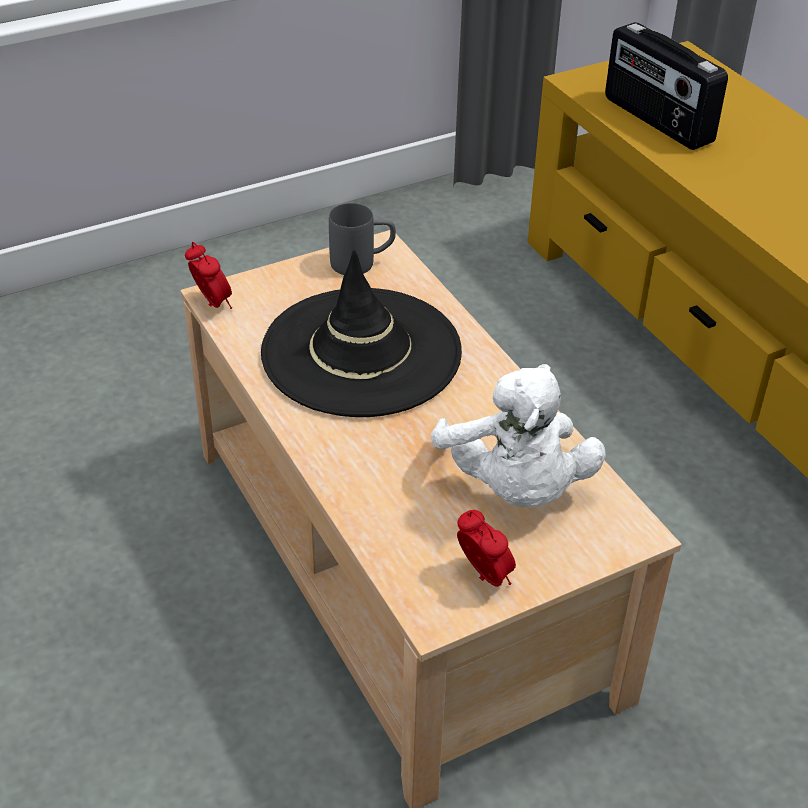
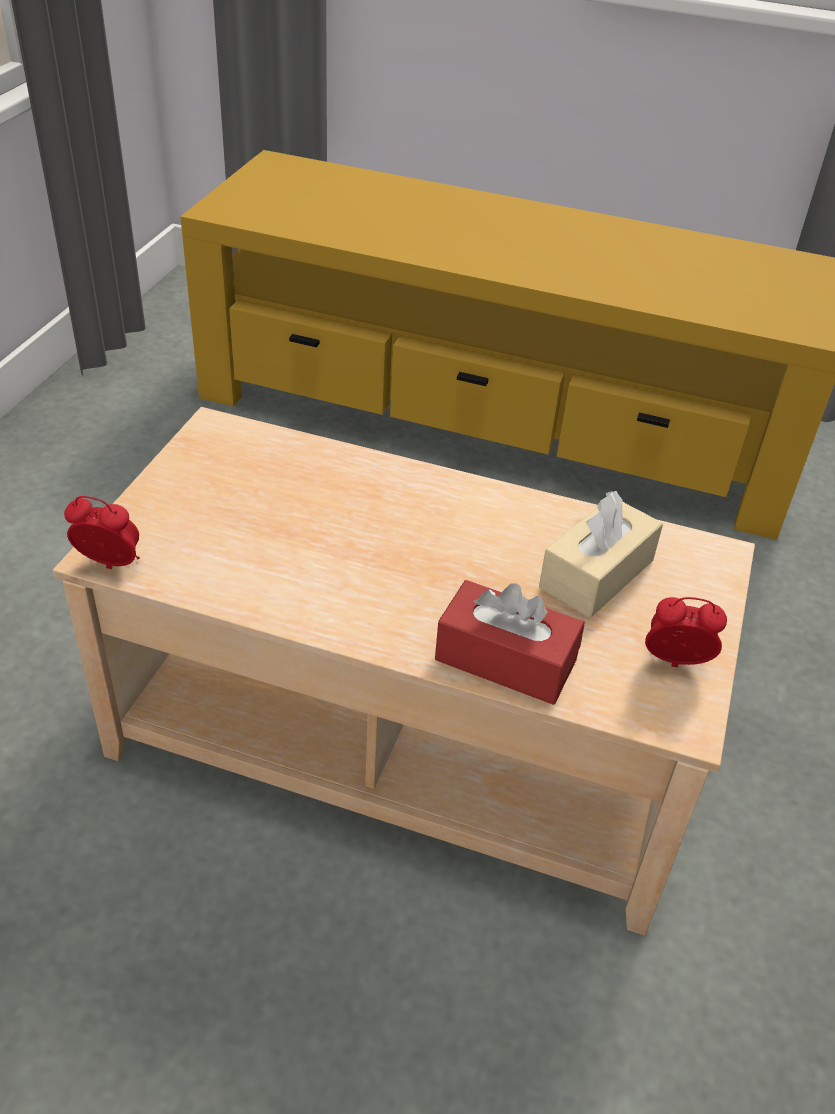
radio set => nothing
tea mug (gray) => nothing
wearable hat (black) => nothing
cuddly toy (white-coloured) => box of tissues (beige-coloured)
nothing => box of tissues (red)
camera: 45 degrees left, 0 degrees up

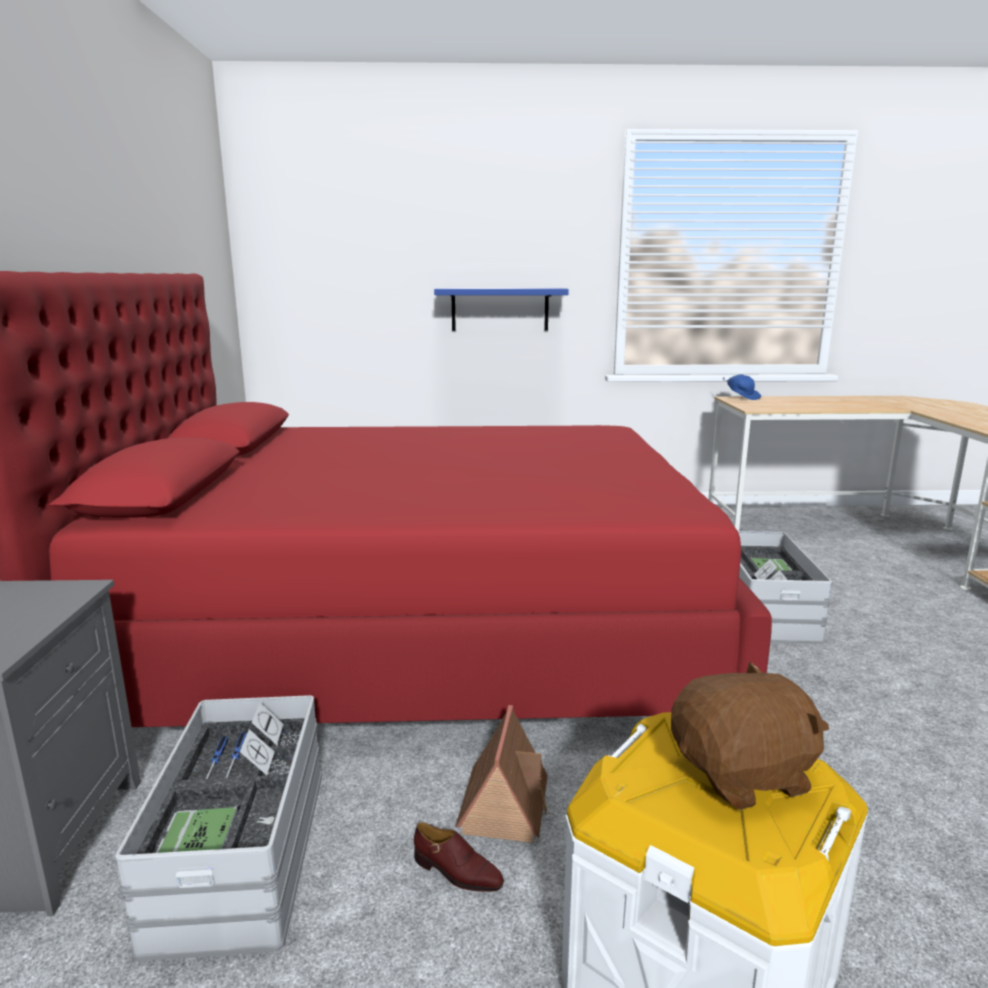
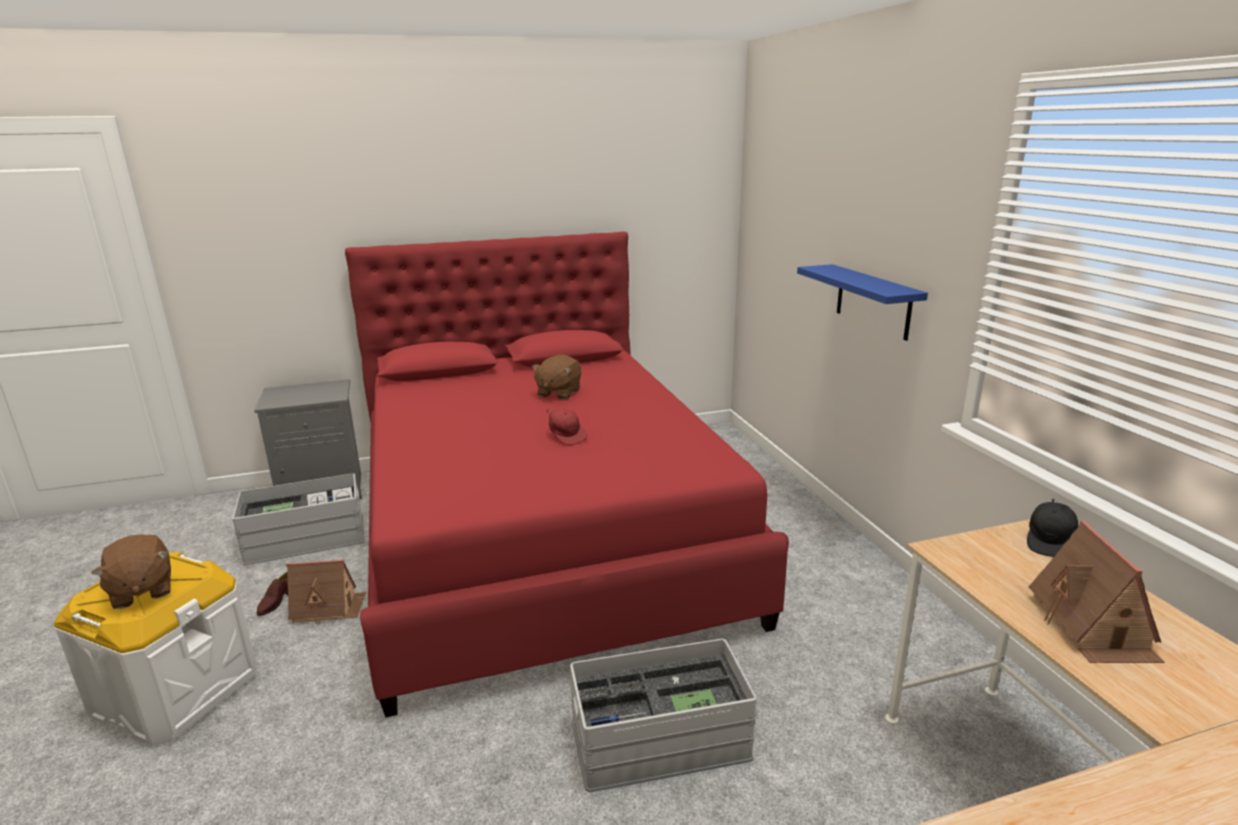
cap (blue-coloured) => cap (black)
nothing => cuddly toy (brown-coloured) (2nd from left)
nothing => cap (red)
nothing => toy house (2nd from left)
camera: 75 degrees right, 5 degrees up

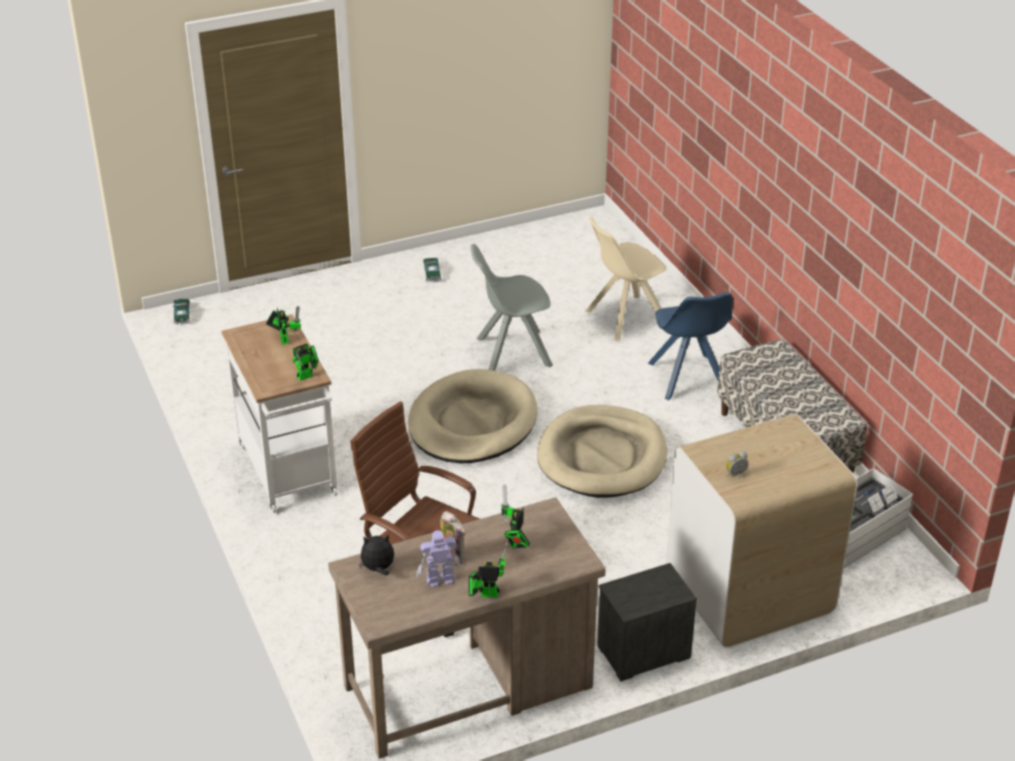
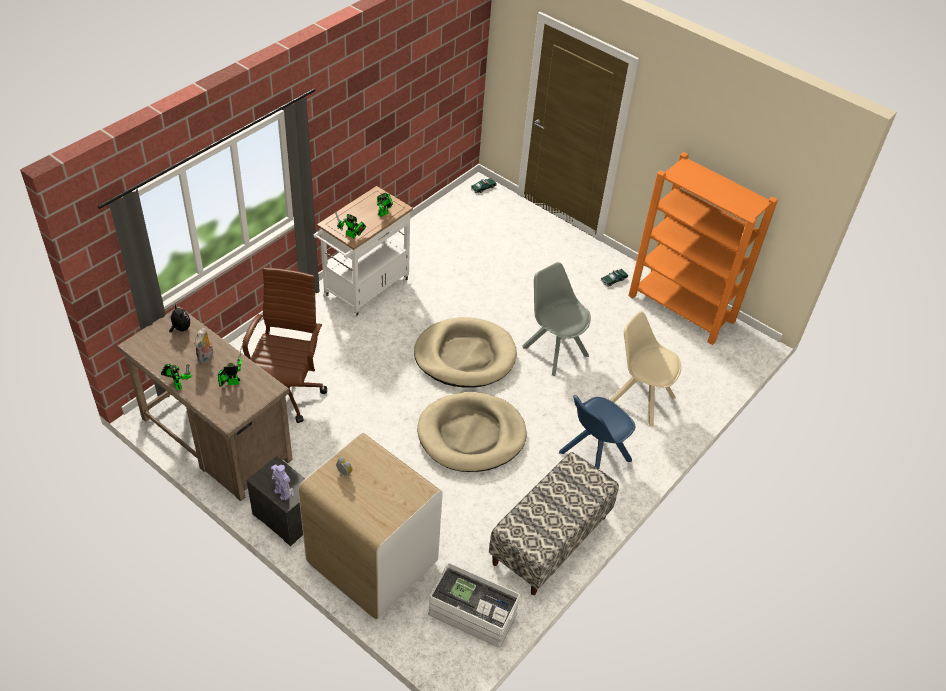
toy robot (3rd from left), move
nothing => bookshelf (orange-coloured)
camera: 60 degrees right, 10 degrees up

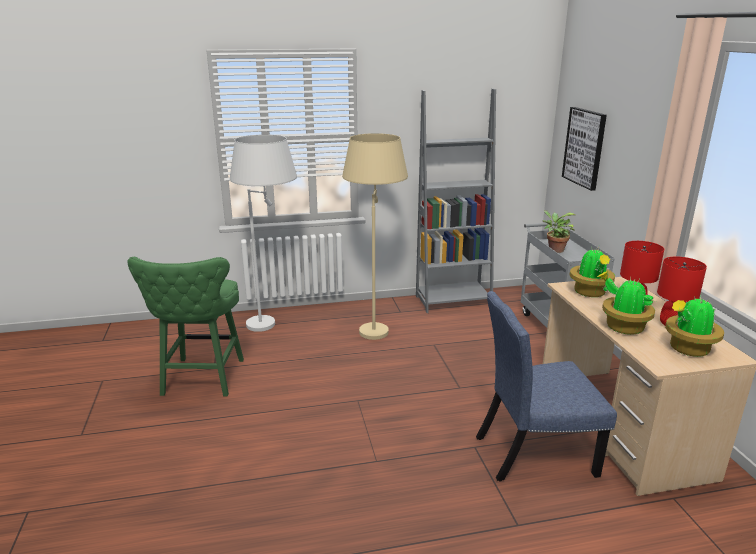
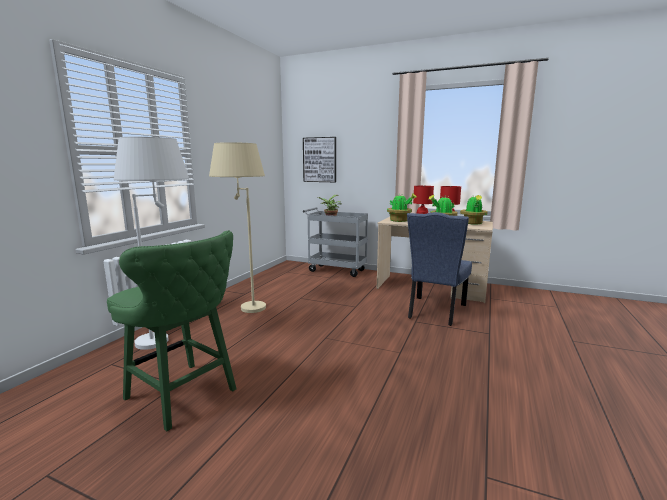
bookshelf (gray) => nothing
camera: 55 degrees left, 10 degrees down

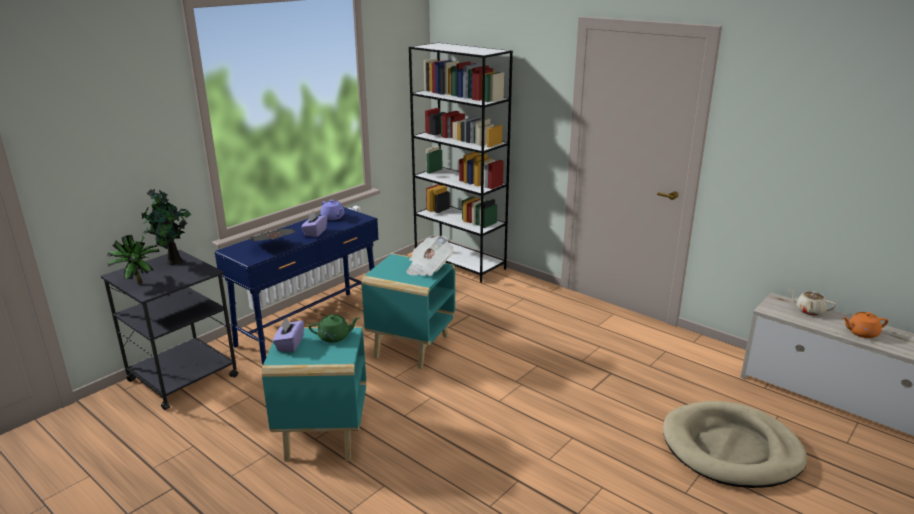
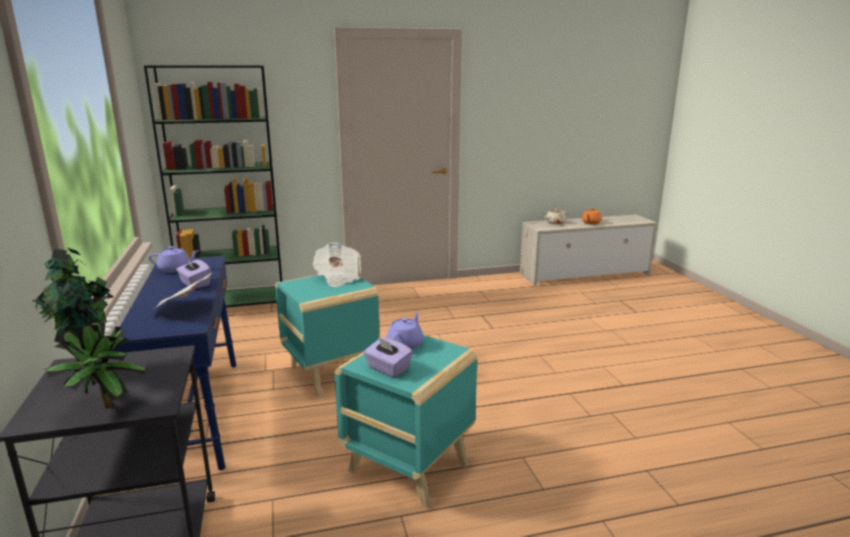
bookshelf (white-coloured) => bookshelf (greenish)
teapot (greenish) => teapot (purplish) (2nd from left)
pet bed (beige-coloured) => nothing
camera: 55 degrees left, 5 degrees down

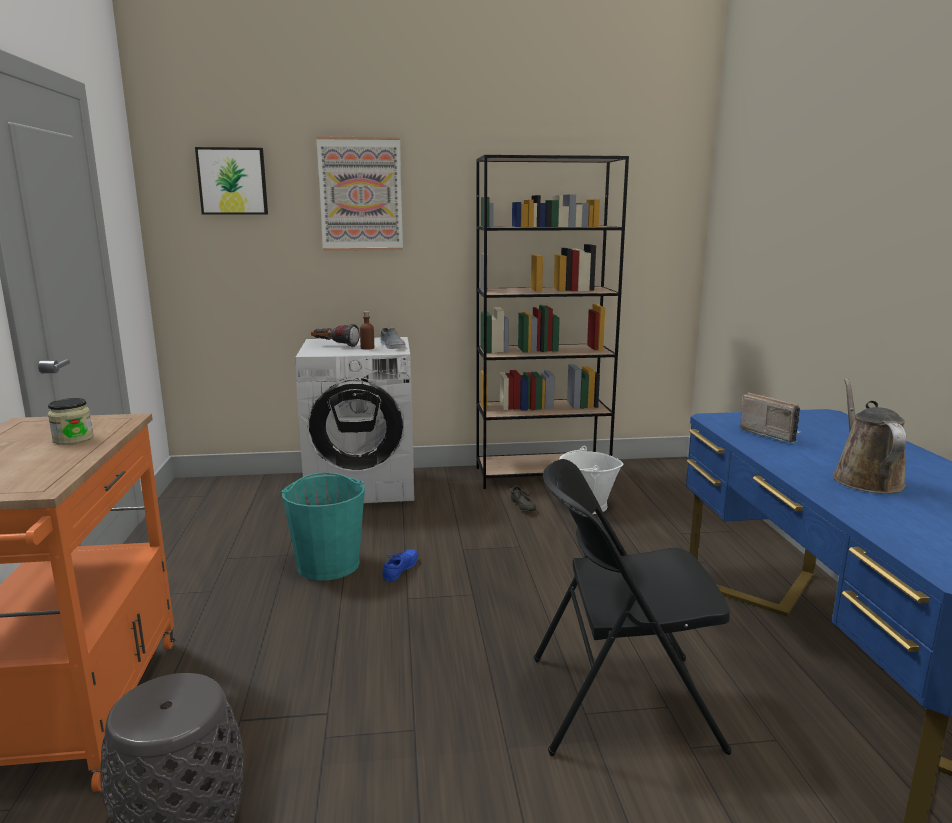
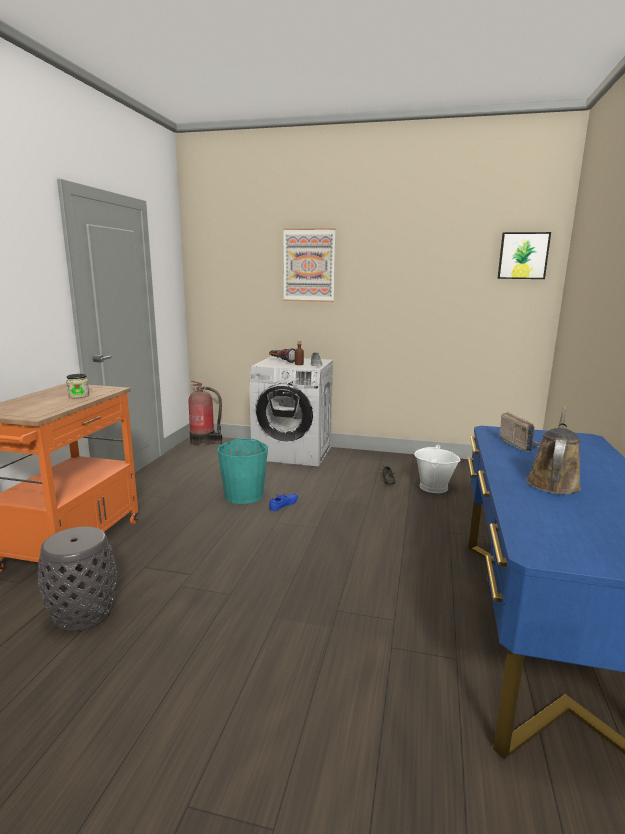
picture (1st from left in the first image) => picture (2nd from left), move
bookshelf (beige-coloured) => nothing
chair (black) => nothing
nothing => extinguisher
camera: 20 degrees right, 0 degrees up

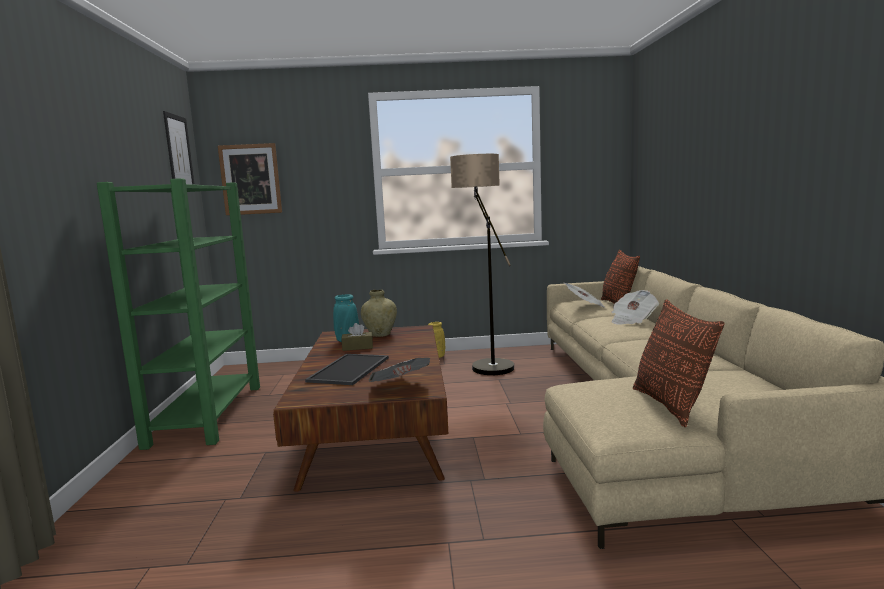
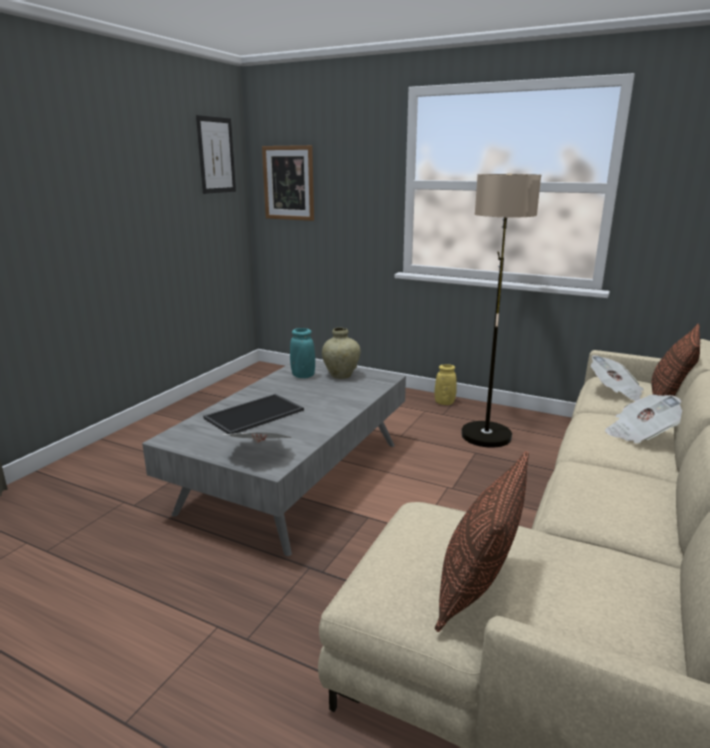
bookshelf (greenish) => nothing
box of tissues (brown-coloured) => nothing
low table (brown-coloured) => low table (gray)
camera: 30 degrees right, 10 degrees up

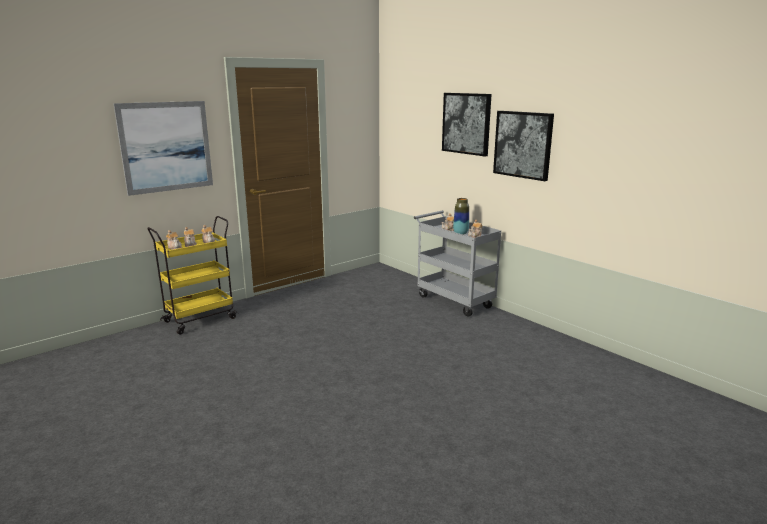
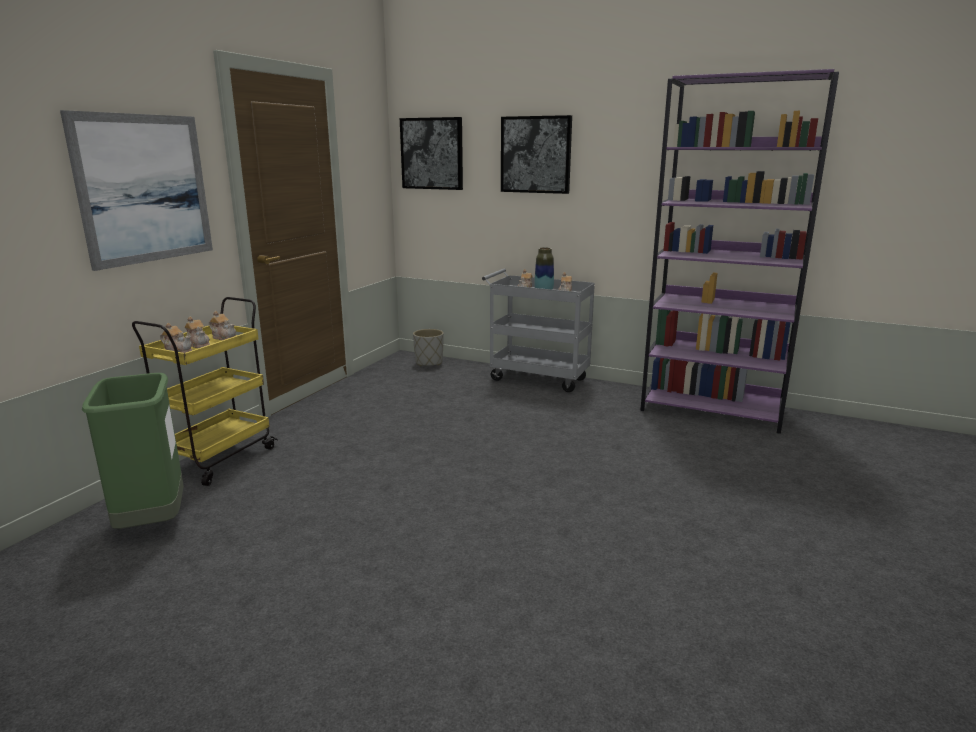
picture (3rd from left in the first image) => picture (2nd from left), move
nothing => bookshelf (purplish)
nothing => planter (gray)
nothing => trash can (greenish)
camera: 25 degrees left, 0 degrees up

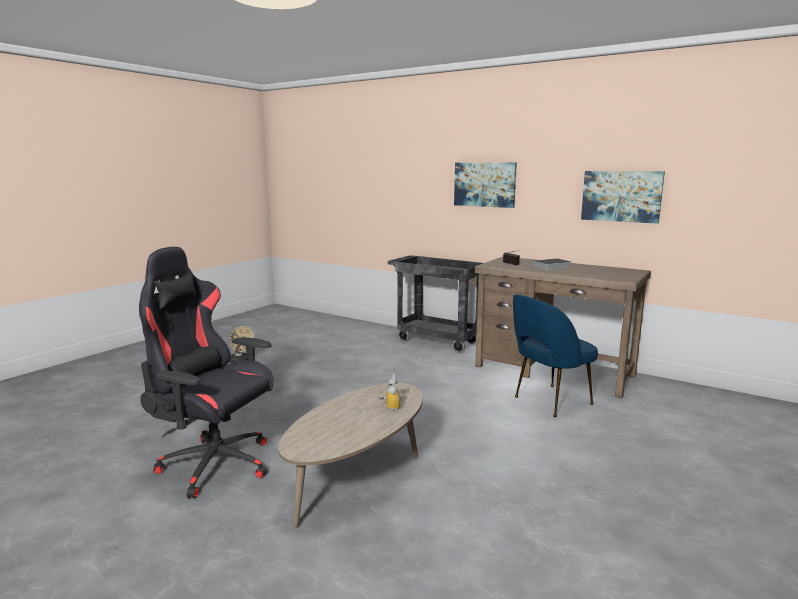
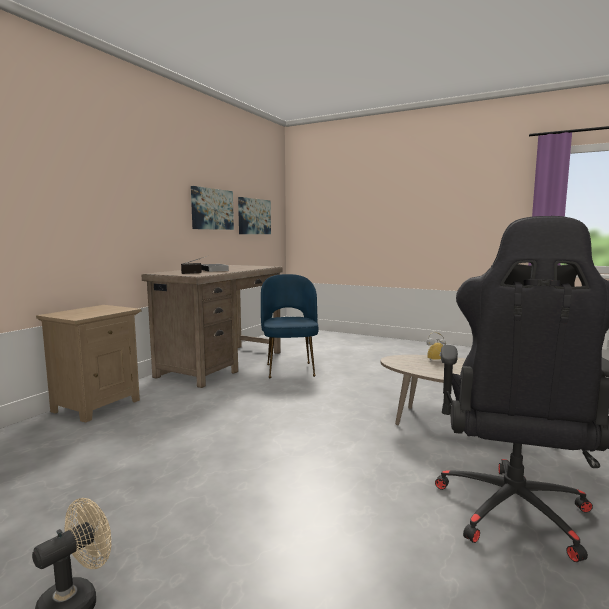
picture (1st from left in the first image) => picture (2nd from left), move
trolley (gray) => bedside table (beige-coloured)
chair (blue-coloured), 150 degrees counterclockwise
camera: 95 degrees left, 5 degrees down

